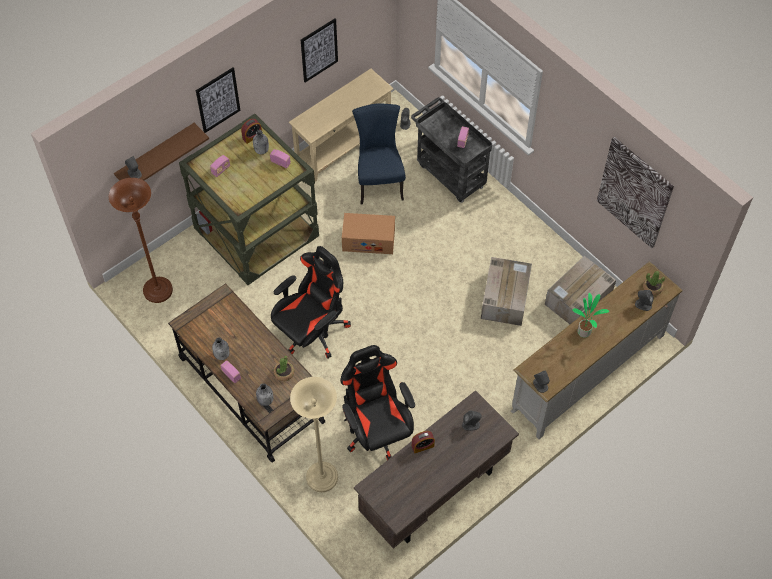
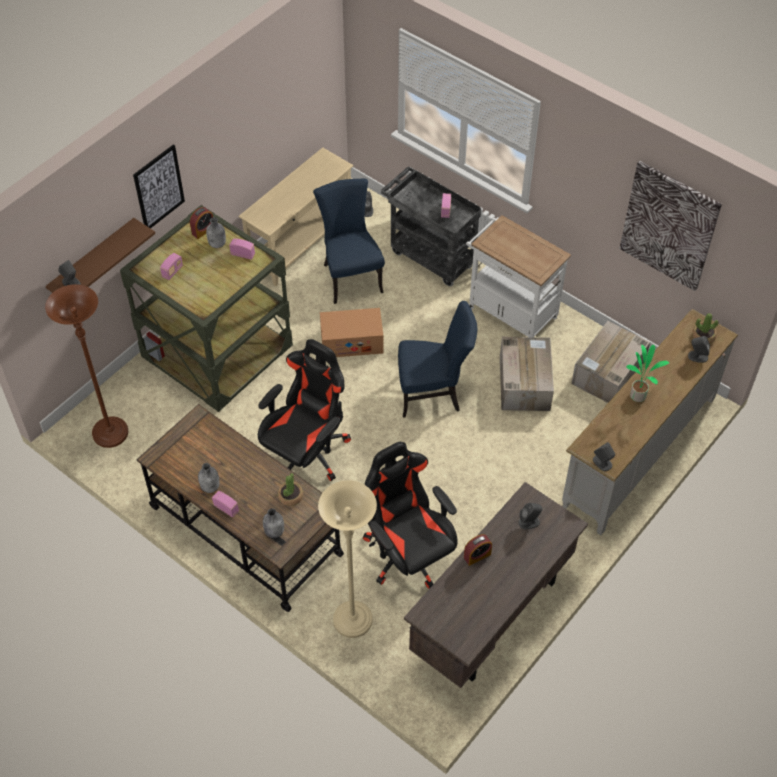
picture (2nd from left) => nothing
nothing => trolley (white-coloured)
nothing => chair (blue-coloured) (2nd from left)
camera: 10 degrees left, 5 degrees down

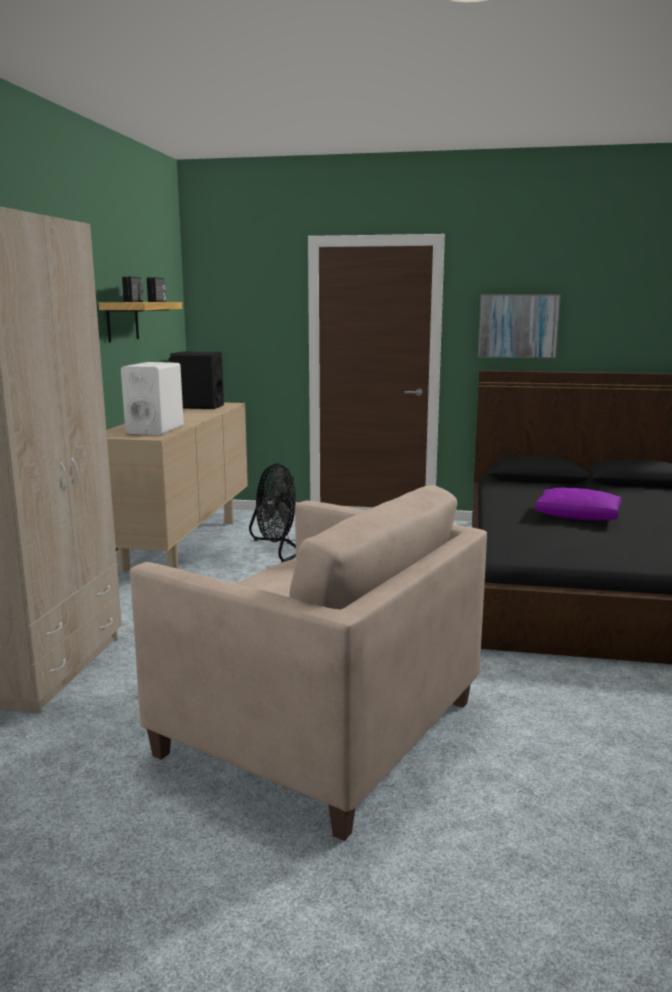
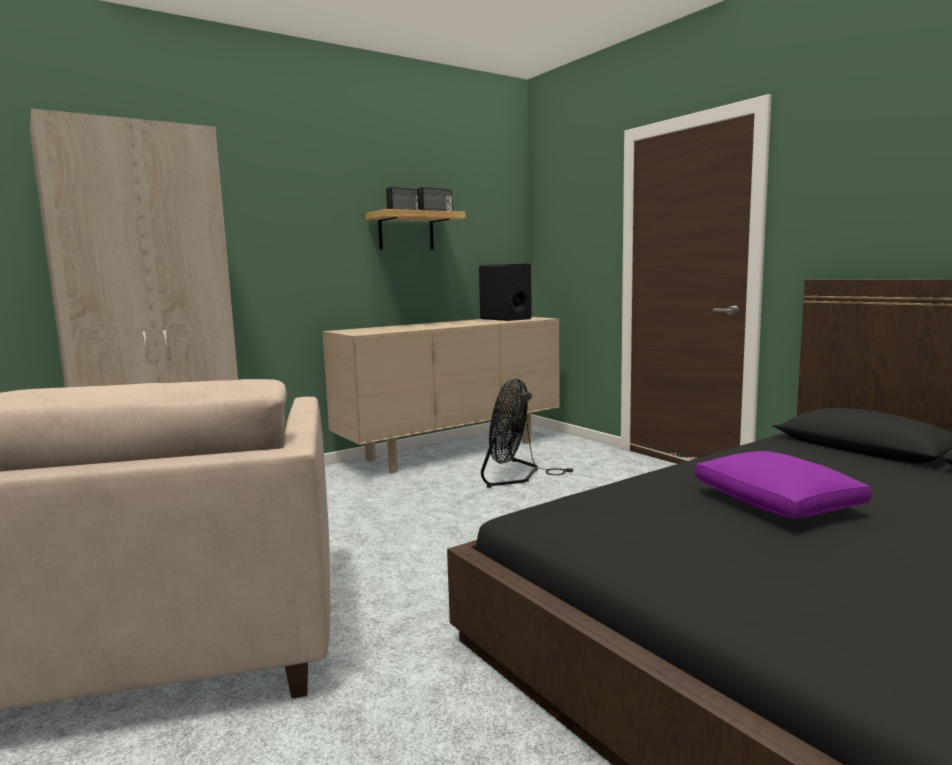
picture => nothing
speaker (white-coloured) => nothing
camera: 45 degrees right, 5 degrees down

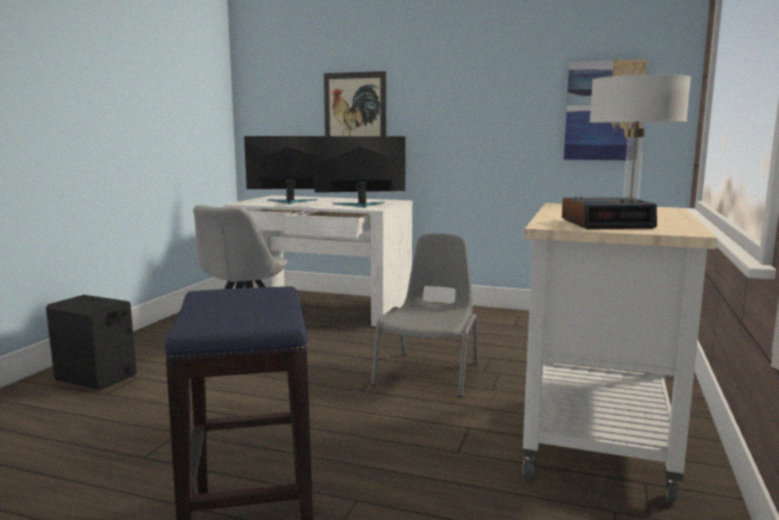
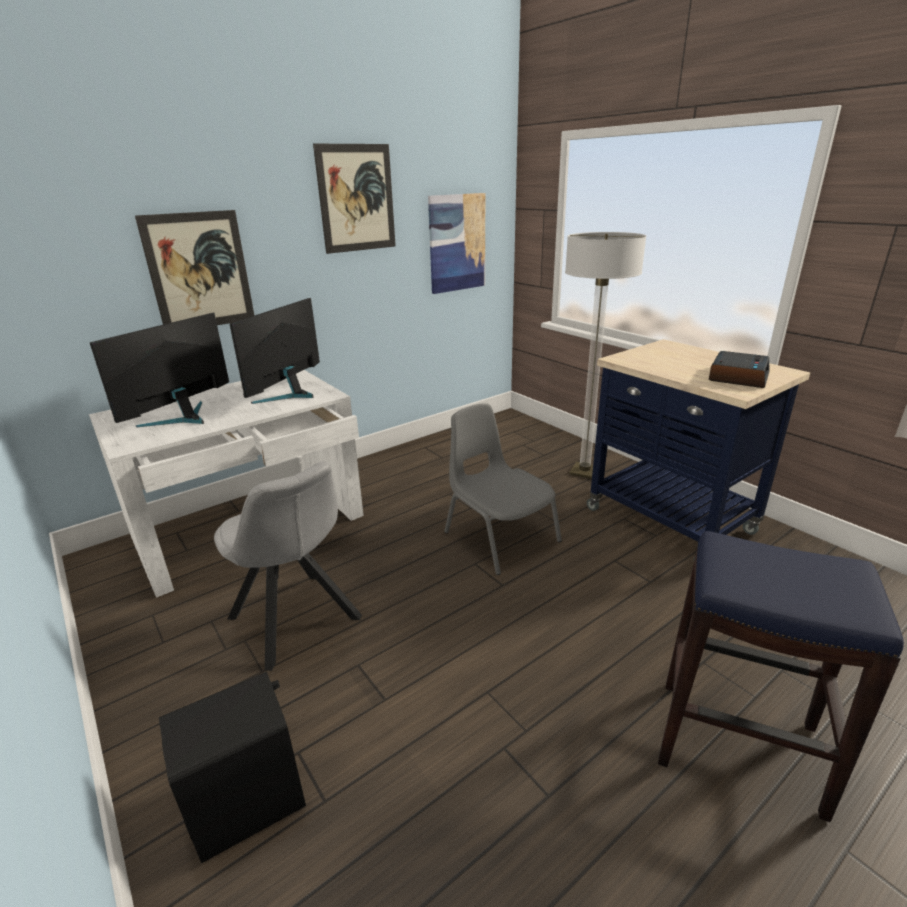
trolley (white-coloured) => trolley (blue-coloured)
nothing => picture (2nd from left)
camera: 55 degrees left, 15 degrees up

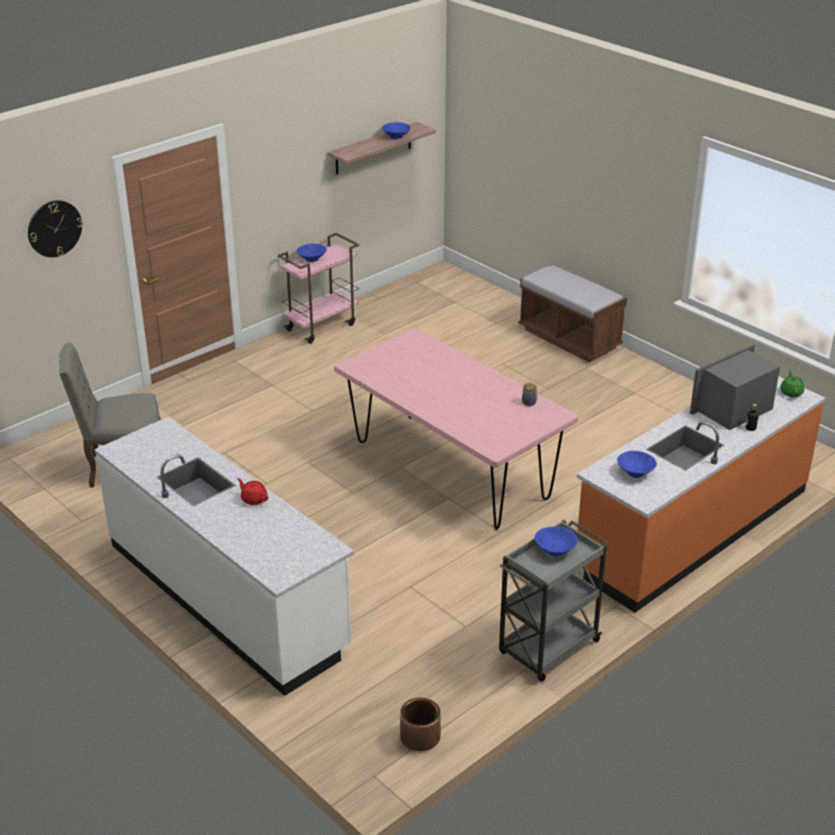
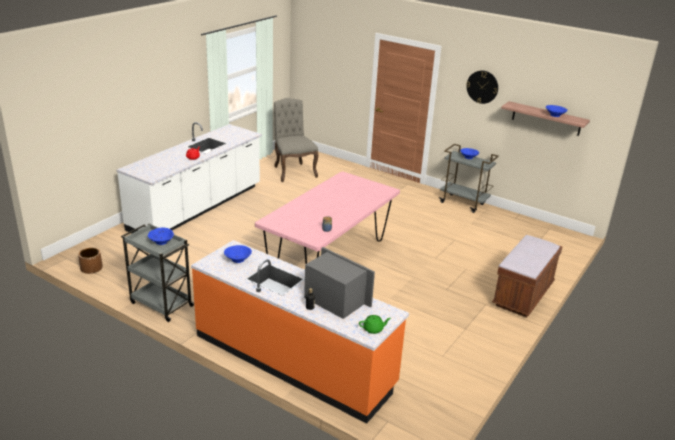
wall clock, move
trolley (pink) => trolley (gray) (2nd from left)
camera: 75 degrees right, 5 degrees down

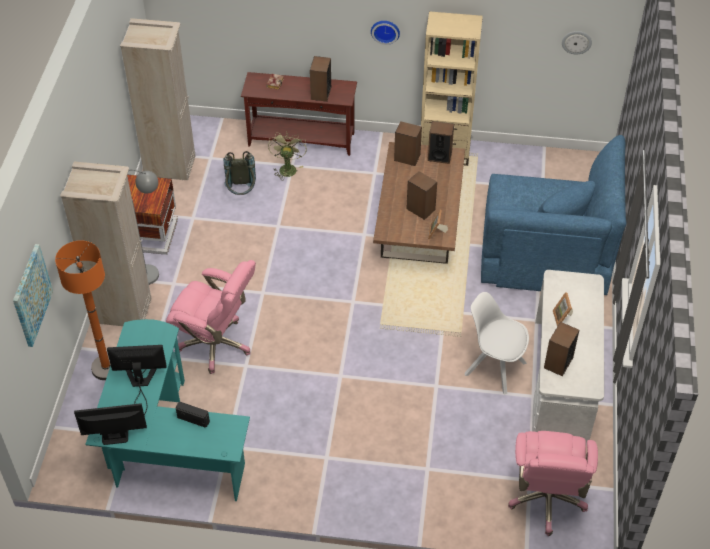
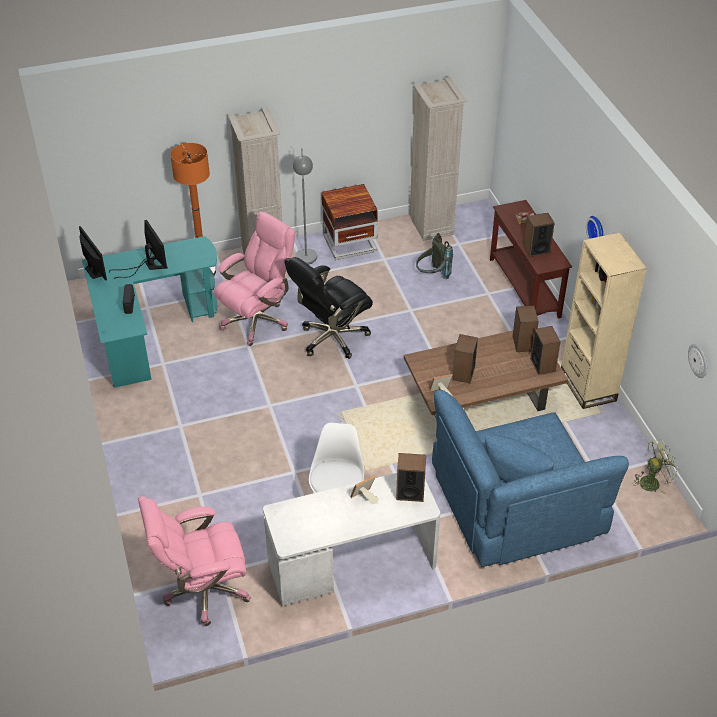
electric fan (greenish), move
picture => nothing
office chair (pink) (1st from left in the first image) => office chair (pink) (2nd from left), 135 degrees counterclockwise
speaker (5th from left in the first image) => speaker (1st from left), move
nothing => office chair (black)
camera: 65 degrees right, 5 degrees down

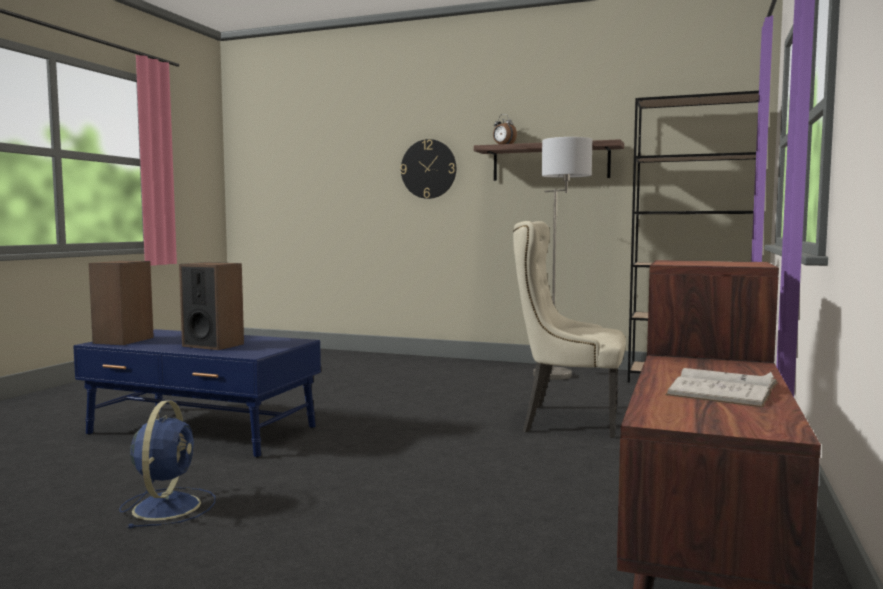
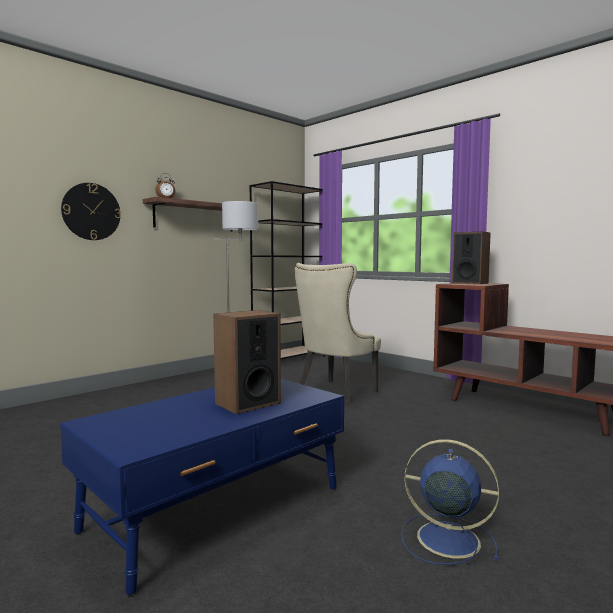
speaker (1st from left in the first image) => speaker (2nd from left), move
bound book (white-coloured) => nothing
camera: 65 degrees left, 0 degrees up

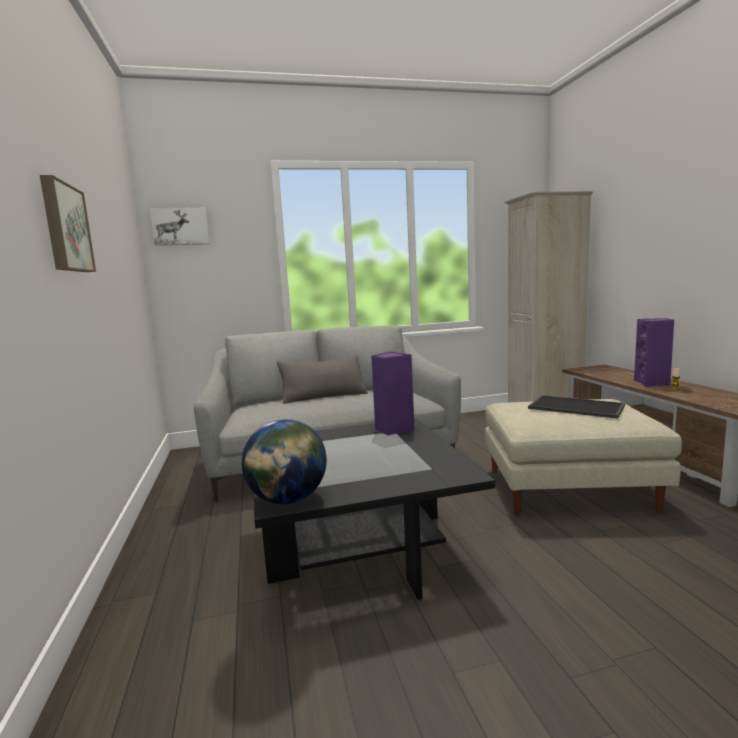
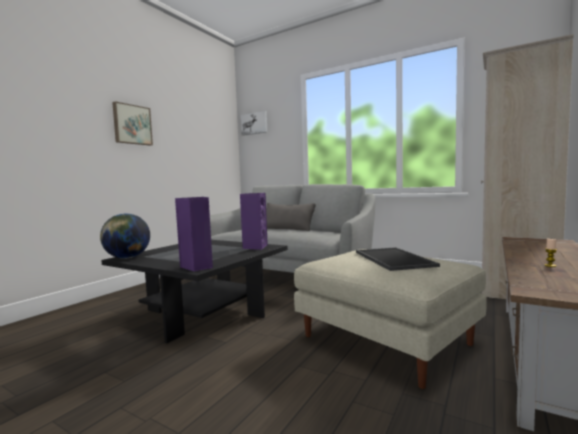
speaker (purplish) (2nd from left in the first image) => speaker (purplish) (1st from left), move
camera: 45 degrees right, 5 degrees down

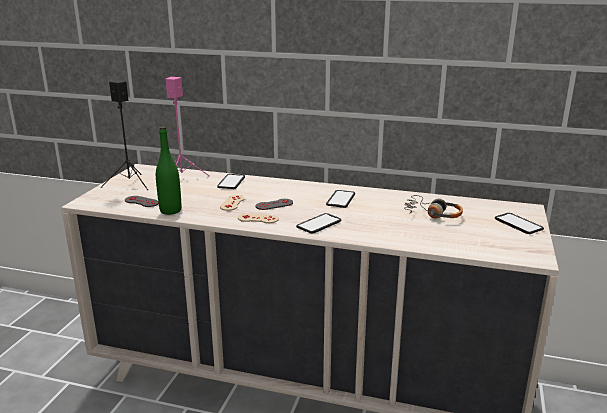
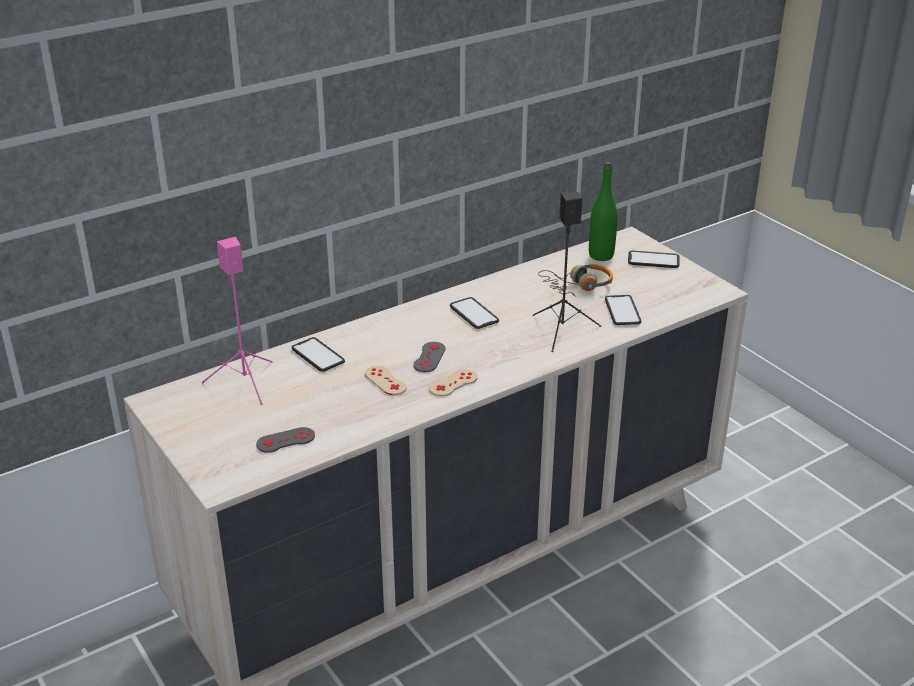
speaker (black), move
beverage bottle (greenish), move
phone (2nd from left in the first image) => phone (3rd from left), move
camera: 50 degrees left, 10 degrees up

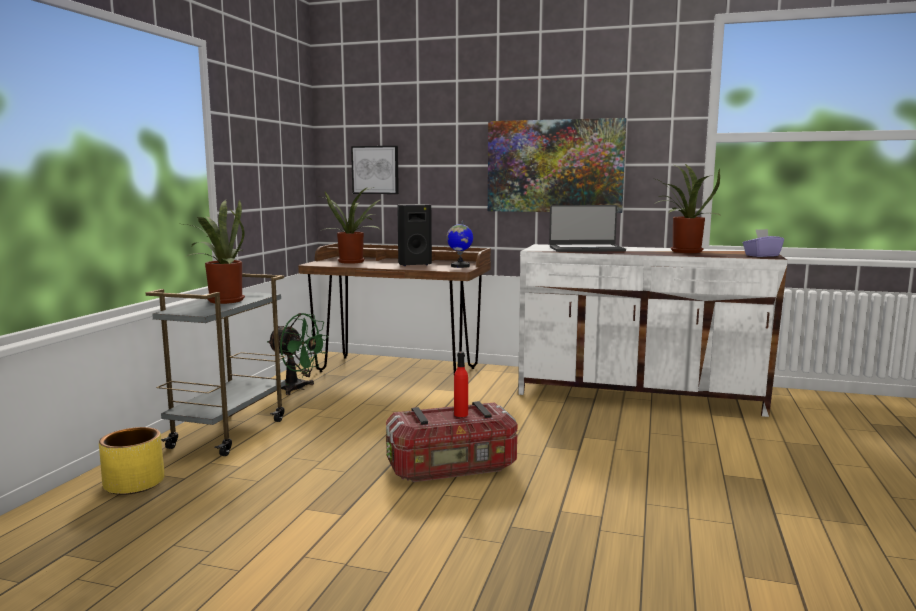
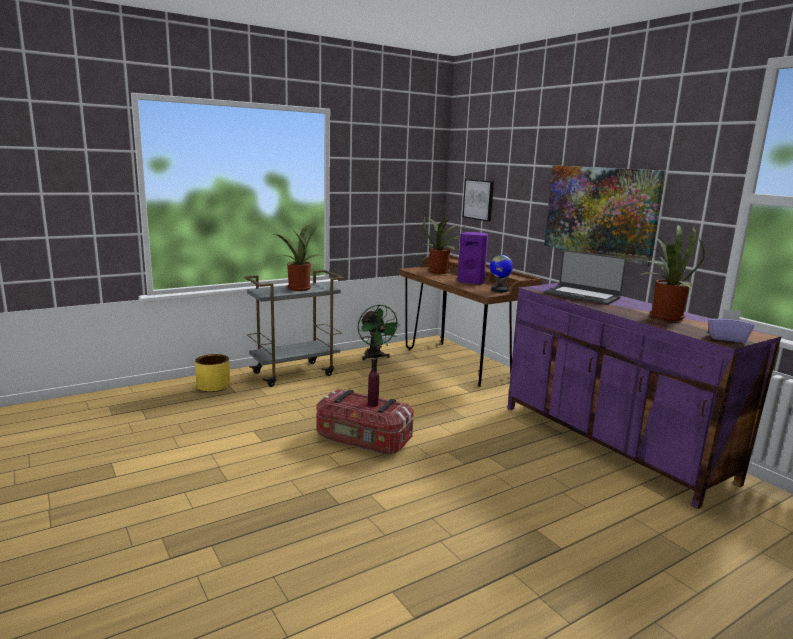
speaker (black) => speaker (purplish)
cabinet (white-coloured) => cabinet (purplish)
beverage bottle (red) => beverage bottle (purplish)
camera: 40 degrees right, 5 degrees up

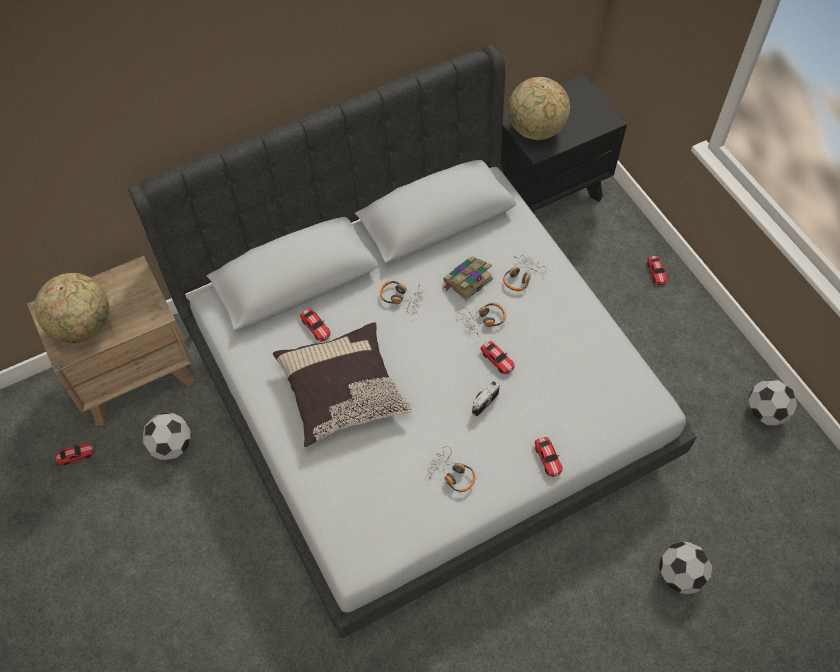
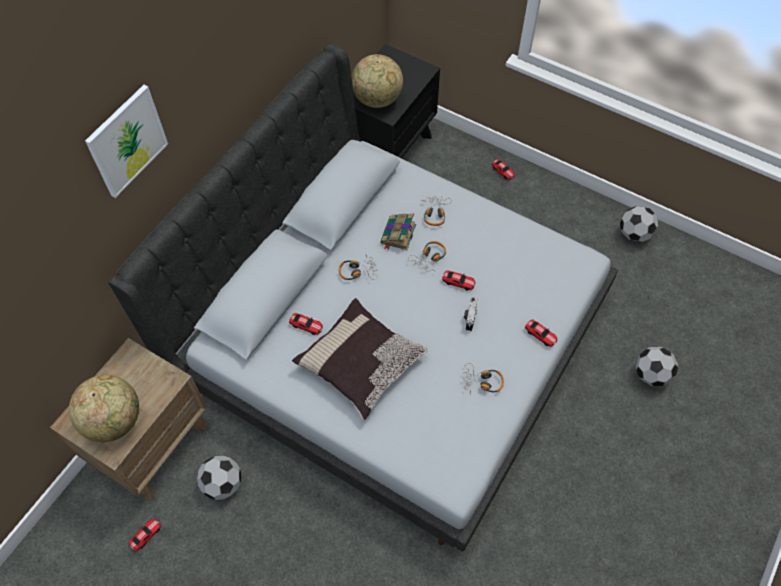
nothing => picture
camera: 30 degrees left, 0 degrees up

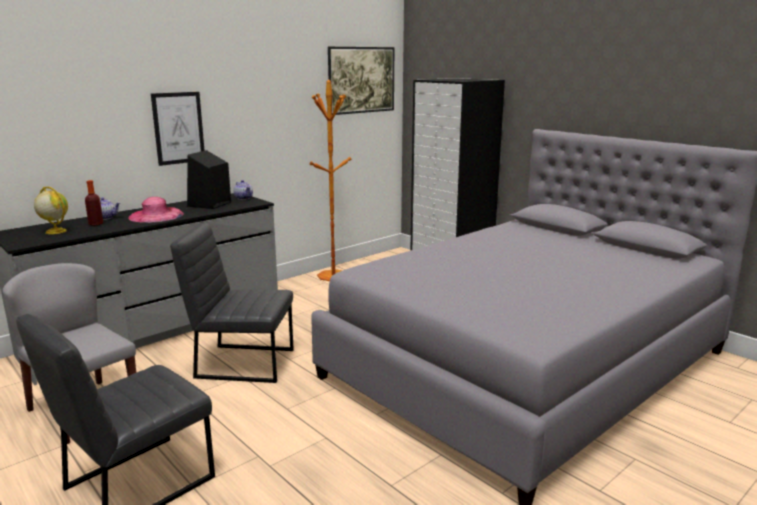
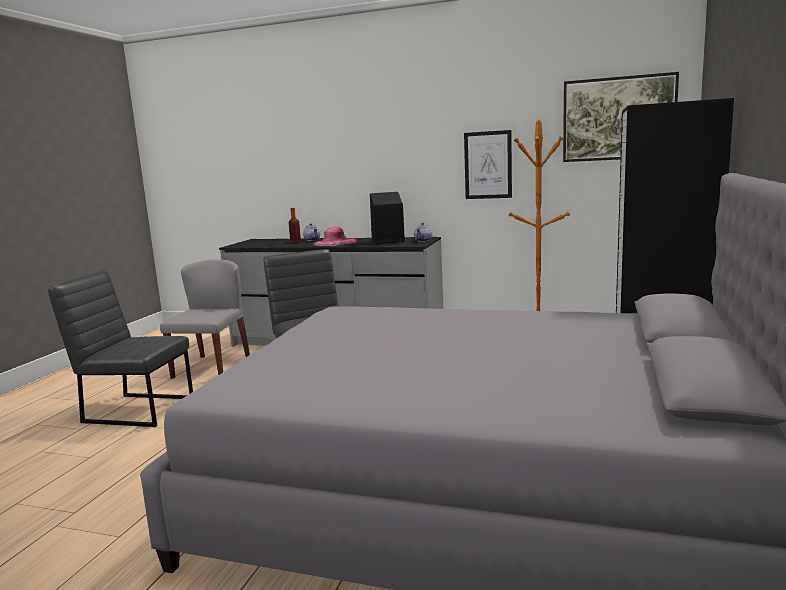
picture (1st from left), move
globe => nothing
camera: 60 degrees right, 5 degrees down

